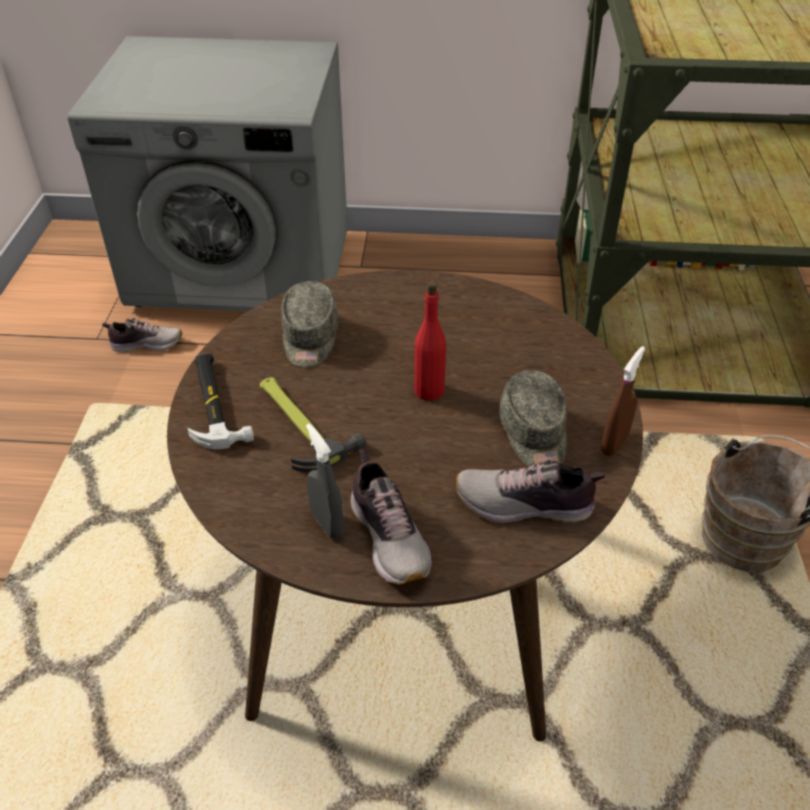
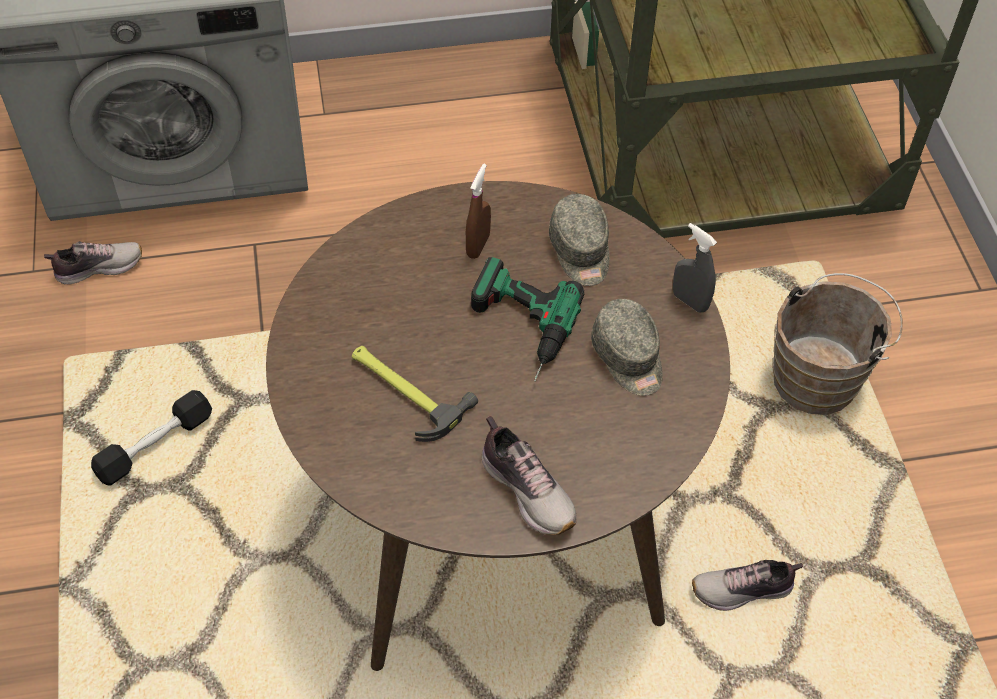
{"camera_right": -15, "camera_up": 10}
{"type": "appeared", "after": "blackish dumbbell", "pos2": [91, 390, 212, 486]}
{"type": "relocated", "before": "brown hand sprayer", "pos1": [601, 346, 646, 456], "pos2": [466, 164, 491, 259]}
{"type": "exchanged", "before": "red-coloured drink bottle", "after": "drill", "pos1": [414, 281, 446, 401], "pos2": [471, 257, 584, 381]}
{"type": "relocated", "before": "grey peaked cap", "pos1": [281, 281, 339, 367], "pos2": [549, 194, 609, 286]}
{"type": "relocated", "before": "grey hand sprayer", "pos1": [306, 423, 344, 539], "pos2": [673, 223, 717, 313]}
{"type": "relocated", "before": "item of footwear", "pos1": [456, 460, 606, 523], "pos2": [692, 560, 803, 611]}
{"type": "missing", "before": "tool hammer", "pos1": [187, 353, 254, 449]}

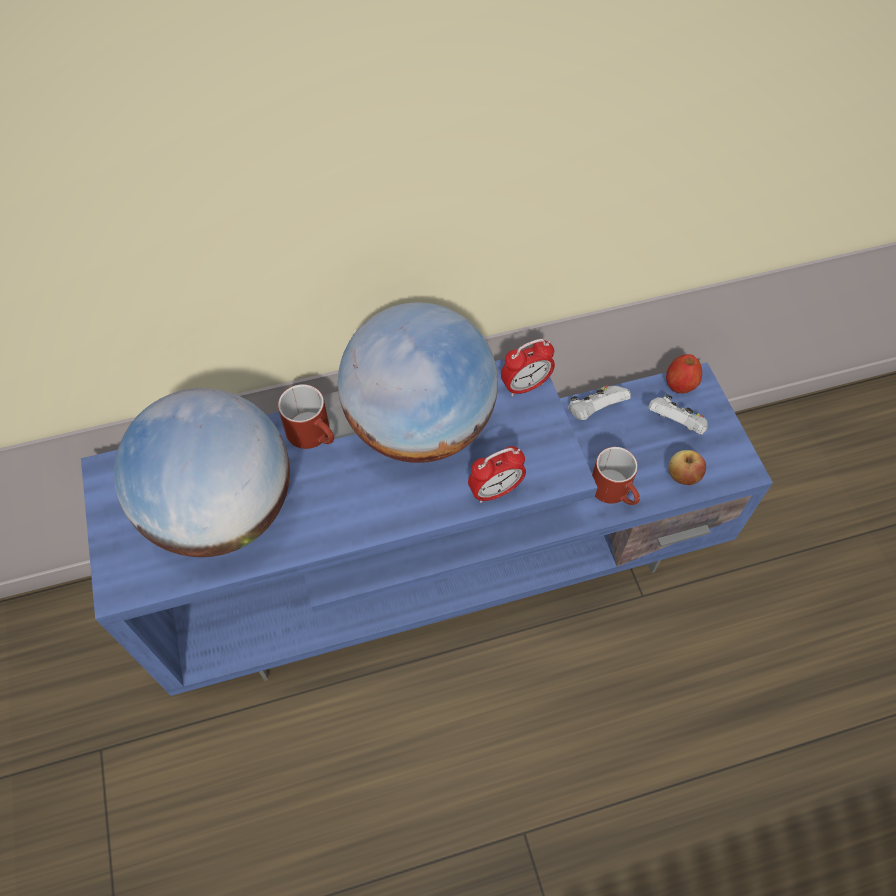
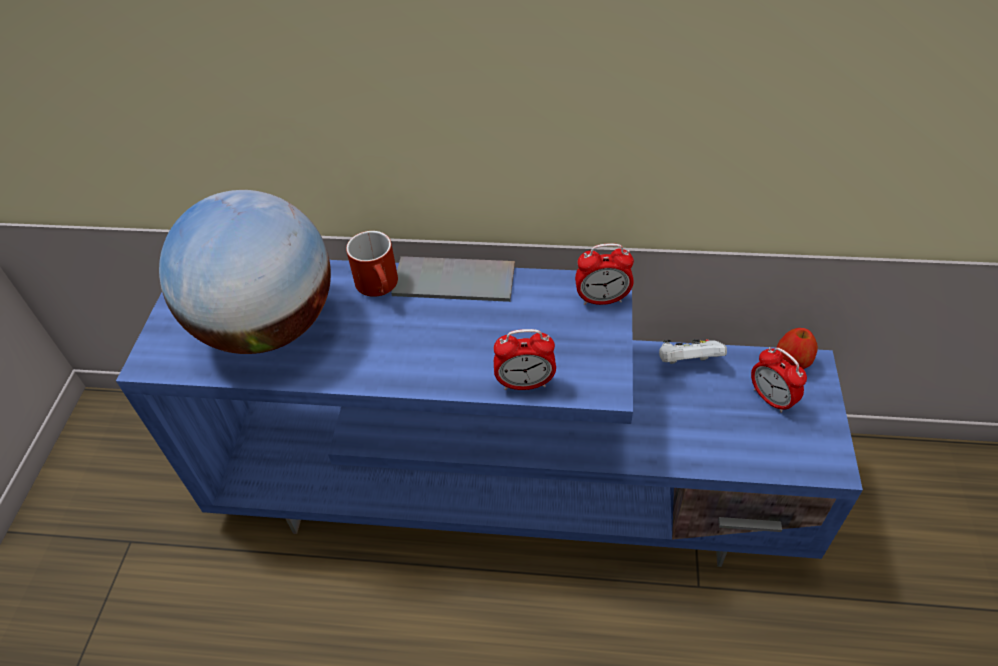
{"camera_right": 25, "camera_up": -10}
{"type": "exchanged", "before": "white joypad", "after": "alarm clock", "pos1": [648, 394, 708, 435], "pos2": [751, 347, 807, 413]}
{"type": "missing", "before": "globe", "pos1": [338, 302, 498, 463]}
{"type": "missing", "before": "red-coloured tea mug", "pos1": [592, 447, 640, 505]}
{"type": "missing", "before": "apple fruit", "pos1": [668, 450, 706, 485]}

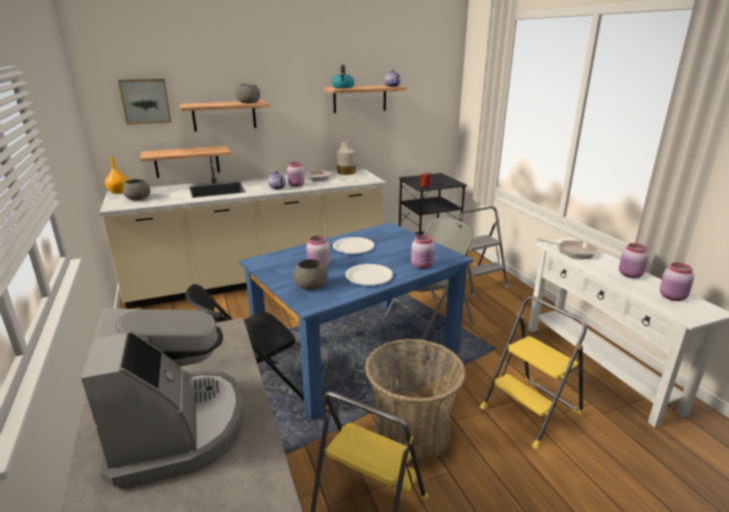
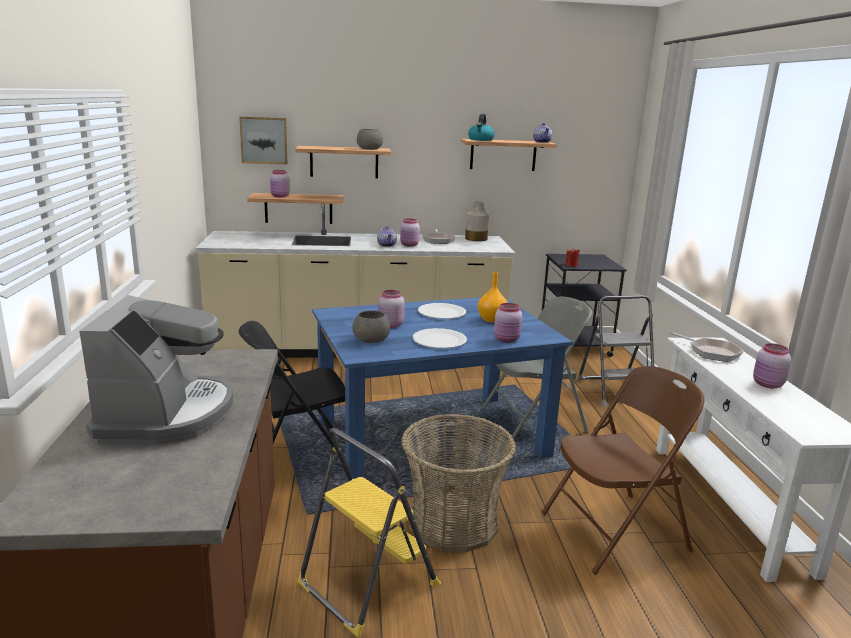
{"camera_right": 15, "camera_up": -5}
{"type": "relocated", "before": "pinkish jar", "pos1": [660, 263, 694, 301], "pos2": [270, 170, 290, 197]}
{"type": "relocated", "before": "orange-coloured vase", "pos1": [105, 157, 128, 194], "pos2": [478, 272, 508, 322]}
{"type": "exchanged", "before": "yellow-coloured step stool", "after": "brown upright chair", "pos1": [480, 296, 587, 449], "pos2": [541, 366, 705, 575]}
{"type": "missing", "before": "grey bowl", "pos1": [123, 179, 150, 200]}

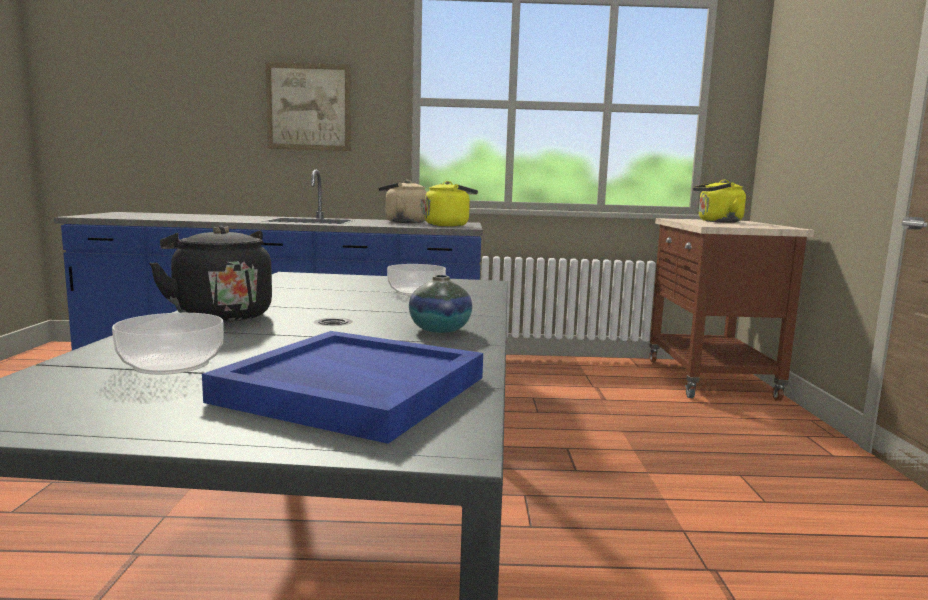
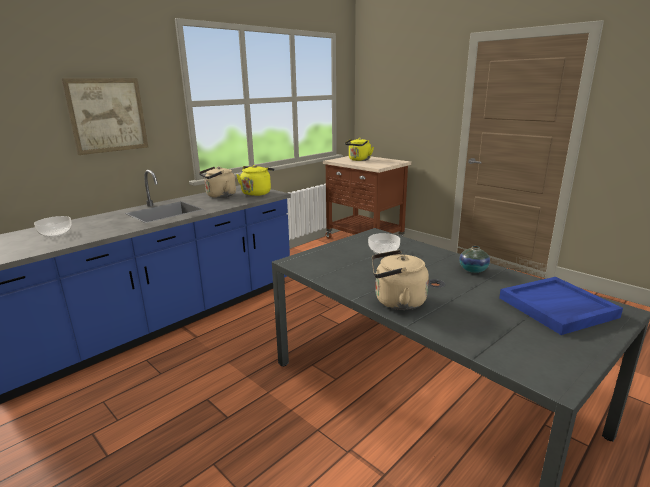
{"camera_right": -45, "camera_up": 10}
{"type": "relocated", "before": "bowl", "pos1": [112, 313, 224, 375], "pos2": [34, 216, 72, 237]}
{"type": "colour", "before": "blackish tea kettle", "after": "beige tea kettle", "pos1": [149, 226, 272, 322], "pos2": [372, 250, 429, 310]}

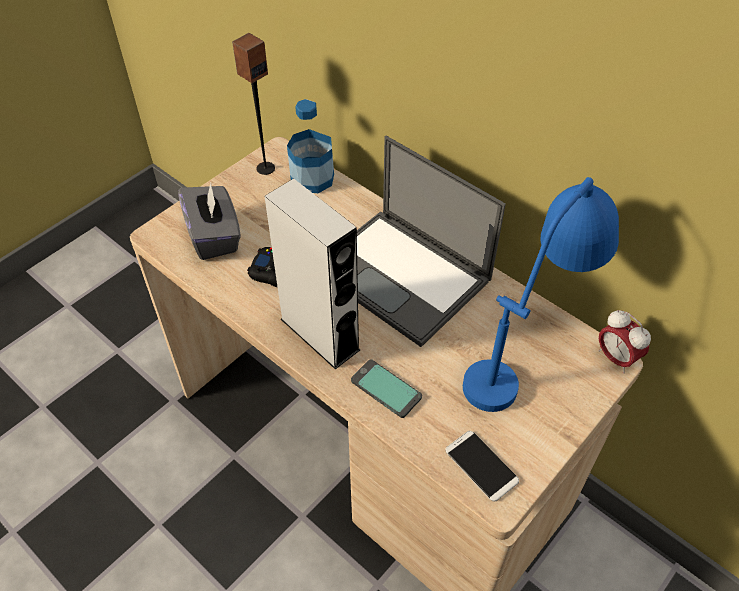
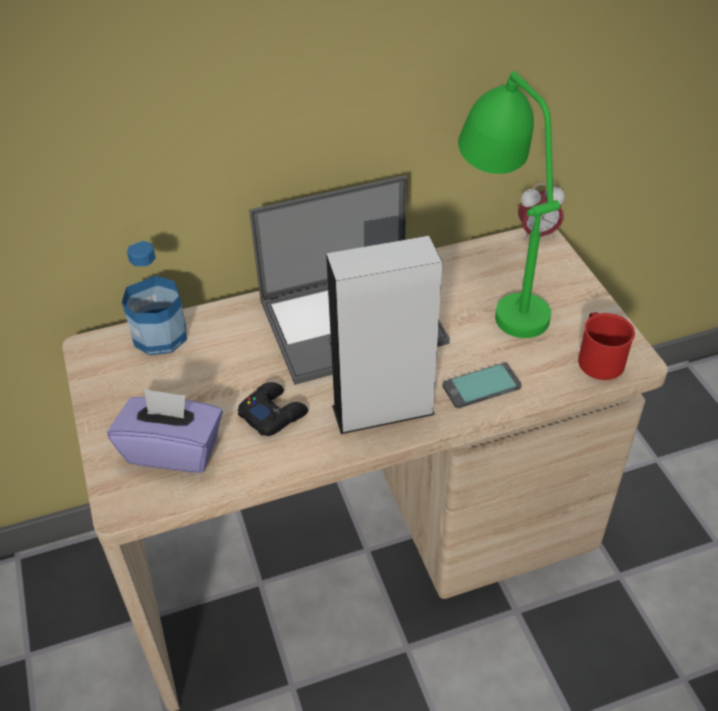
{"camera_right": -60, "camera_up": -5}
{"type": "colour", "before": "grey tissue box", "after": "purple tissue box", "pos1": [178, 183, 241, 260], "pos2": [107, 388, 223, 473]}
{"type": "colour", "before": "blue-coloured tabletop lamp", "after": "green-coloured tabletop lamp", "pos1": [463, 177, 619, 412], "pos2": [458, 71, 560, 338]}
{"type": "exchanged", "before": "phone", "after": "red-coloured tea mug", "pos1": [445, 431, 519, 502], "pos2": [578, 312, 635, 380]}
{"type": "missing", "before": "speaker", "pos1": [232, 33, 275, 175]}

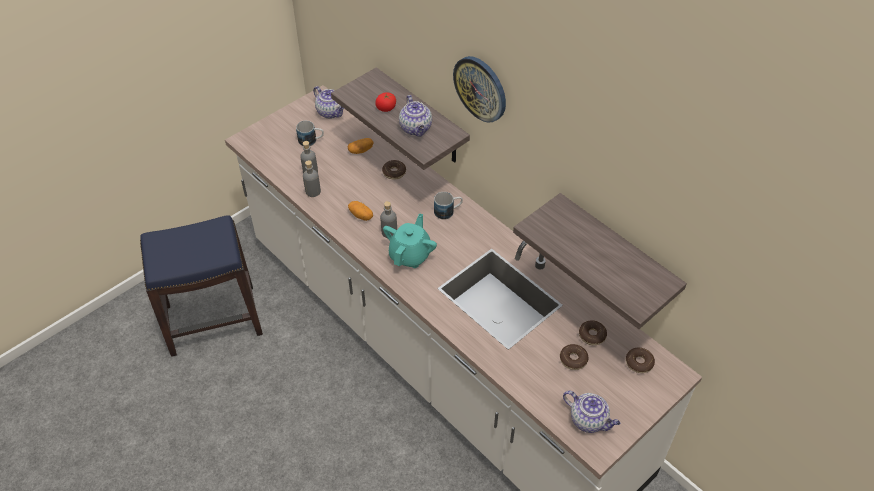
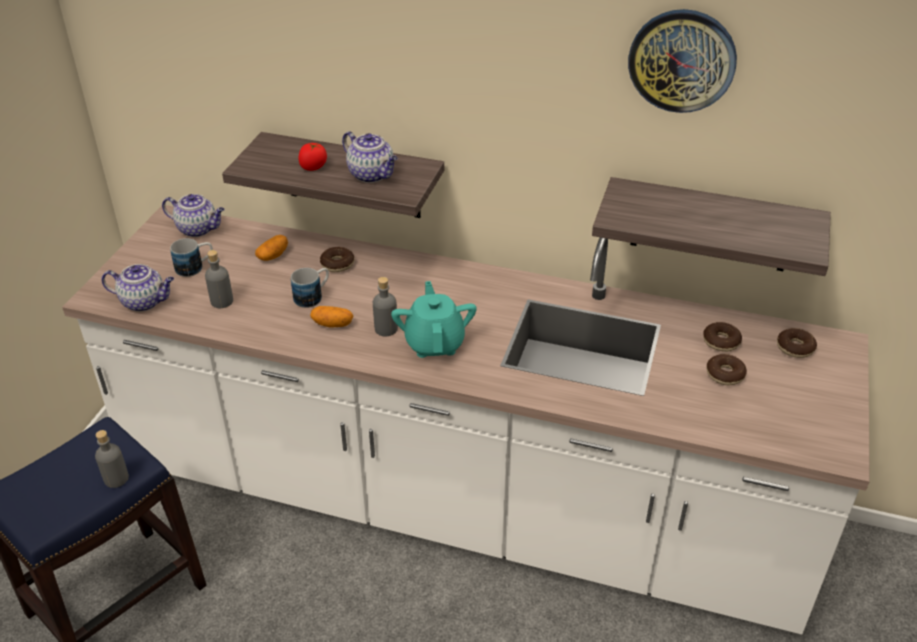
{"camera_right": -30, "camera_up": -10}
{"type": "relocated", "before": "grey drink bottle", "pos1": [303, 160, 321, 197], "pos2": [95, 430, 129, 488]}
{"type": "relocated", "before": "tea pot", "pos1": [563, 391, 620, 433], "pos2": [101, 264, 174, 312]}
{"type": "relocated", "before": "tea mug", "pos1": [434, 192, 463, 220], "pos2": [291, 268, 329, 308]}
{"type": "relocated", "before": "wall clock", "pos1": [453, 56, 506, 123], "pos2": [628, 9, 737, 113]}

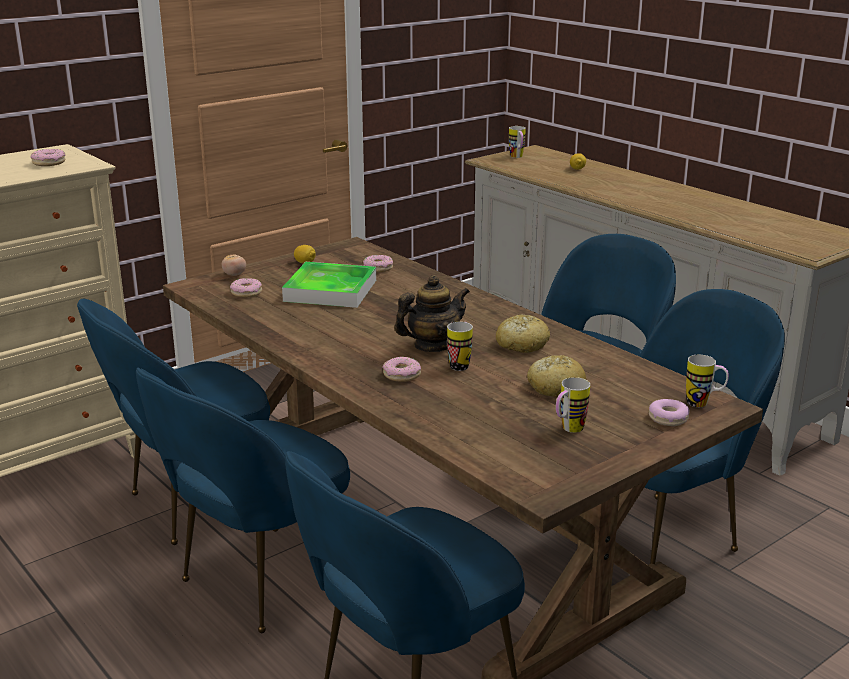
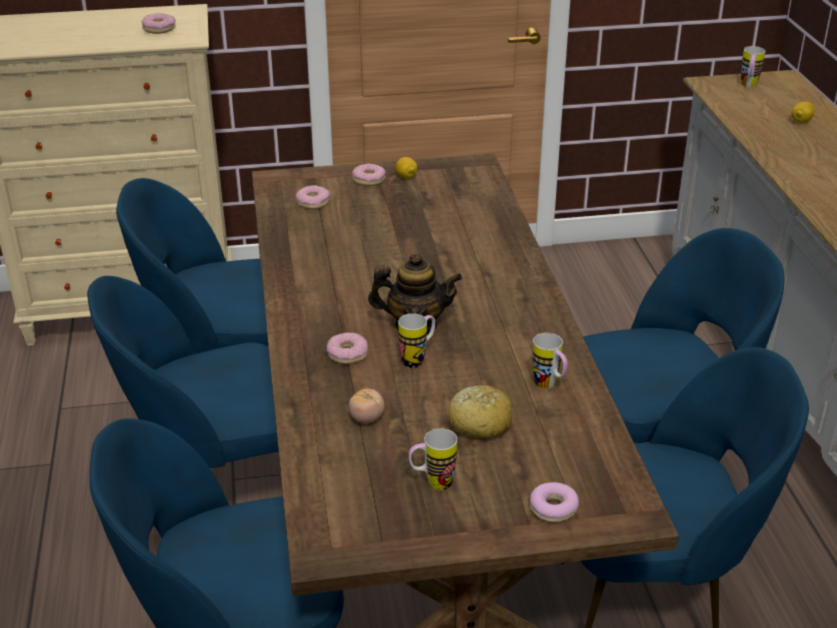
{"camera_right": 30, "camera_up": 10}
{"type": "relocated", "before": "fresh tomato", "pos1": [222, 254, 246, 276], "pos2": [349, 389, 385, 423]}
{"type": "relocated", "before": "donut", "pos1": [363, 255, 393, 273], "pos2": [352, 164, 386, 186]}
{"type": "relocated", "before": "tea mug", "pos1": [686, 355, 729, 407], "pos2": [532, 333, 567, 389]}
{"type": "missing", "before": "carrying tray", "pos1": [282, 262, 376, 308]}
{"type": "missing", "before": "bakery bread", "pos1": [496, 315, 550, 353]}

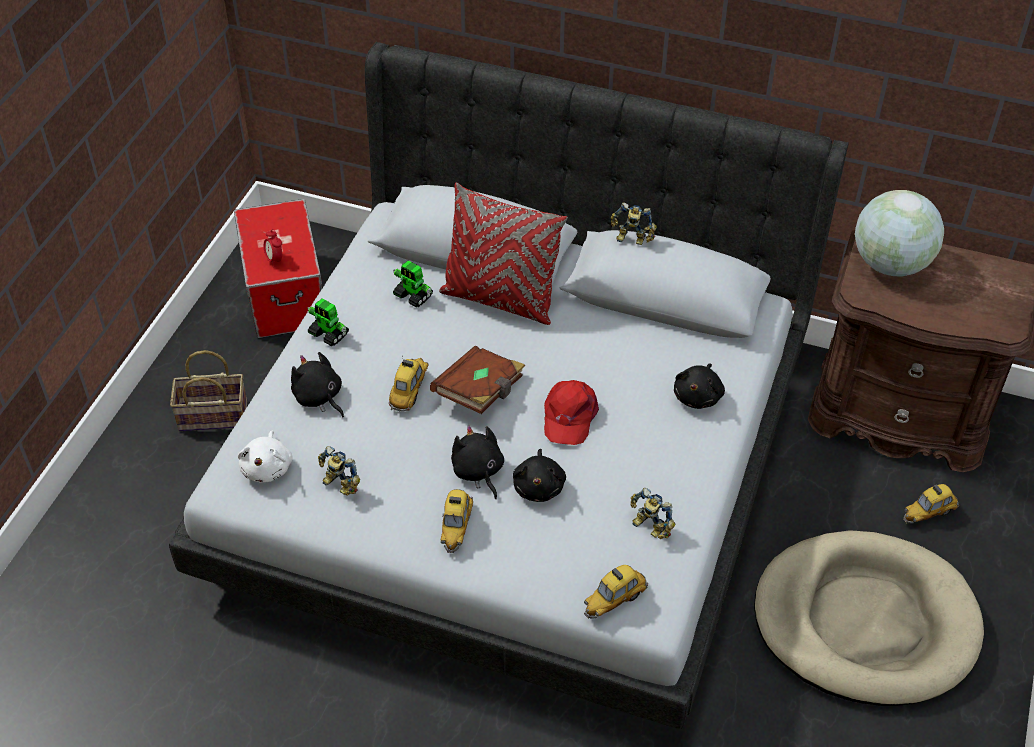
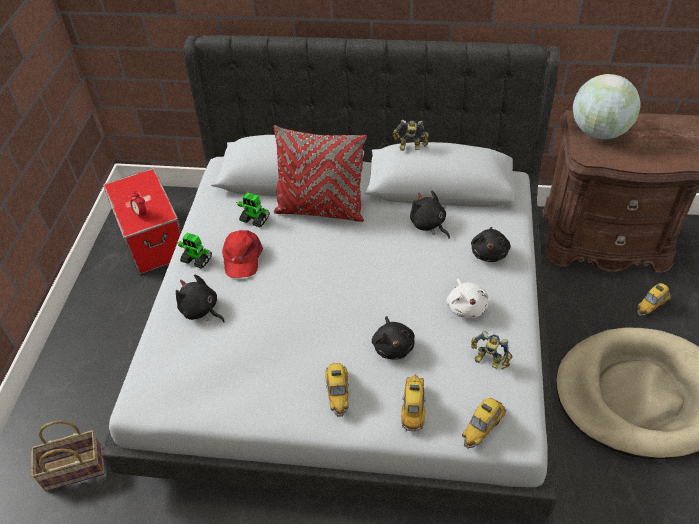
{"camera_right": -10, "camera_up": 0}
{"type": "relocated", "before": "storage basket", "pos1": [170, 350, 247, 431], "pos2": [31, 421, 105, 491]}
{"type": "relocated", "before": "red-coloured peaked cap", "pos1": [544, 380, 599, 445], "pos2": [222, 230, 263, 278]}
{"type": "relocated", "before": "miniature car", "pos1": [389, 355, 428, 411], "pos2": [401, 375, 426, 432]}
{"type": "relocated", "before": "blackish plush toy", "pos1": [451, 425, 504, 499], "pos2": [410, 190, 450, 239]}
{"type": "relocated", "before": "white plush toy", "pos1": [238, 431, 293, 483], "pos2": [447, 279, 489, 318]}
{"type": "missing", "before": "toy robot", "pos1": [318, 446, 360, 496]}
{"type": "missing", "before": "brown volume", "pos1": [430, 346, 526, 414]}

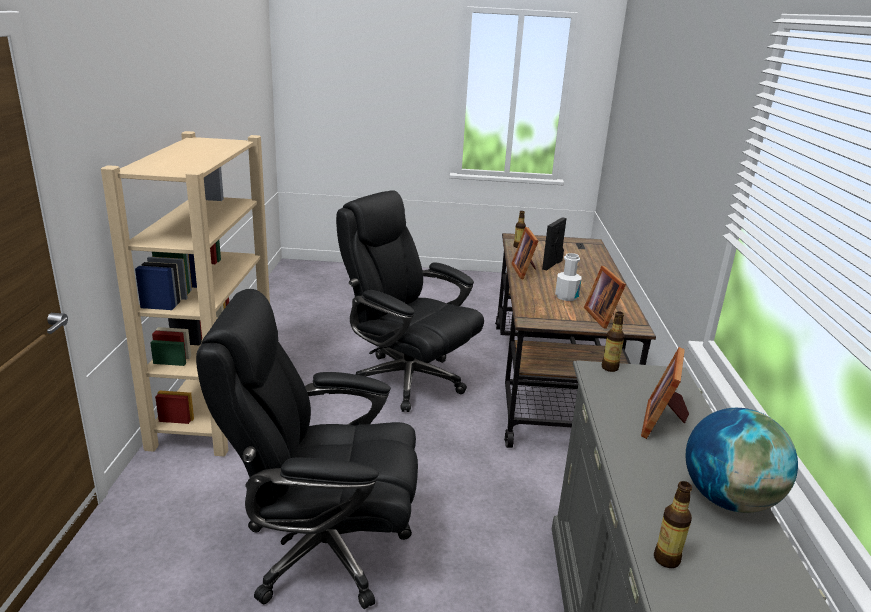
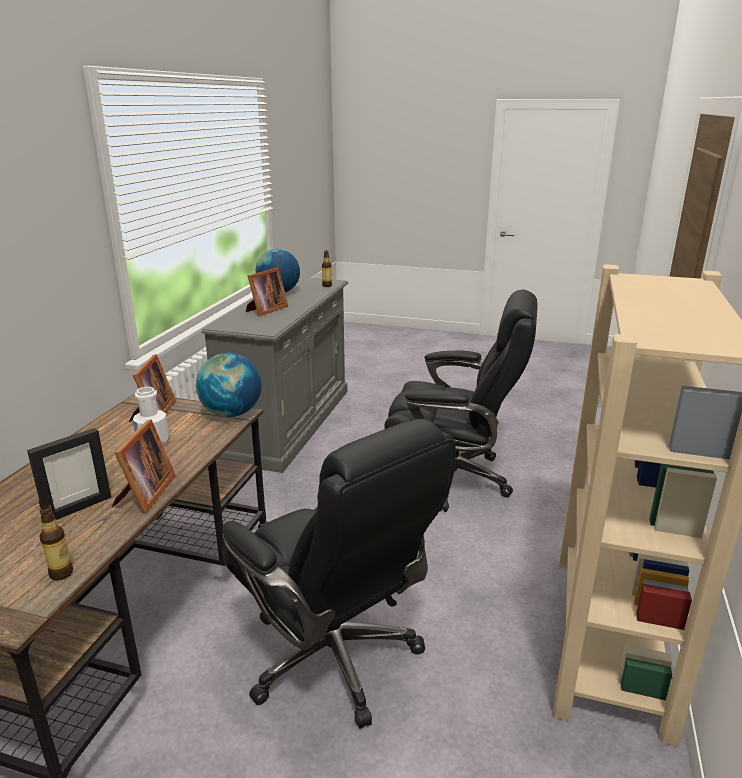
{"camera_right": -165, "camera_up": 0}
{"type": "appeared", "after": "globe", "pos2": [196, 353, 262, 417]}
{"type": "missing", "before": "drink bottle", "pos1": [602, 311, 625, 372]}

